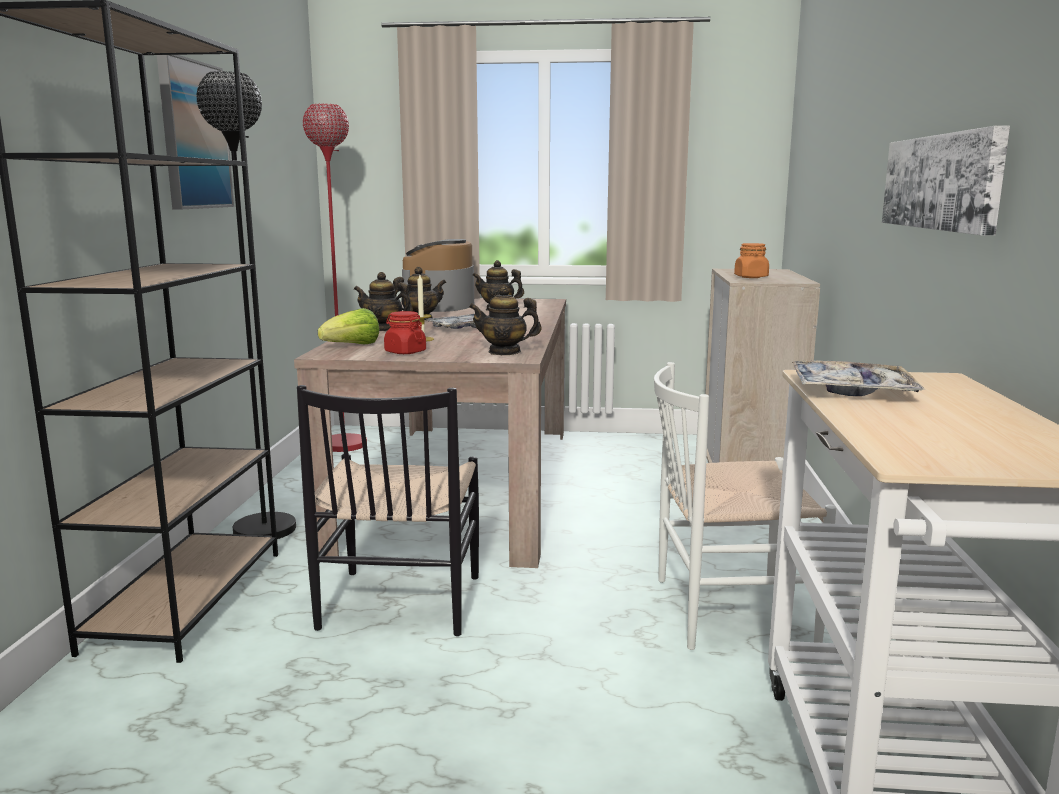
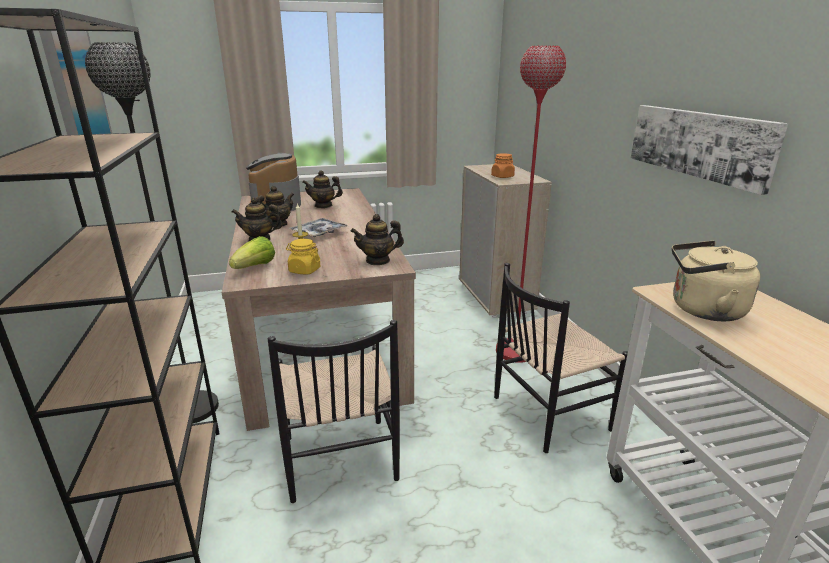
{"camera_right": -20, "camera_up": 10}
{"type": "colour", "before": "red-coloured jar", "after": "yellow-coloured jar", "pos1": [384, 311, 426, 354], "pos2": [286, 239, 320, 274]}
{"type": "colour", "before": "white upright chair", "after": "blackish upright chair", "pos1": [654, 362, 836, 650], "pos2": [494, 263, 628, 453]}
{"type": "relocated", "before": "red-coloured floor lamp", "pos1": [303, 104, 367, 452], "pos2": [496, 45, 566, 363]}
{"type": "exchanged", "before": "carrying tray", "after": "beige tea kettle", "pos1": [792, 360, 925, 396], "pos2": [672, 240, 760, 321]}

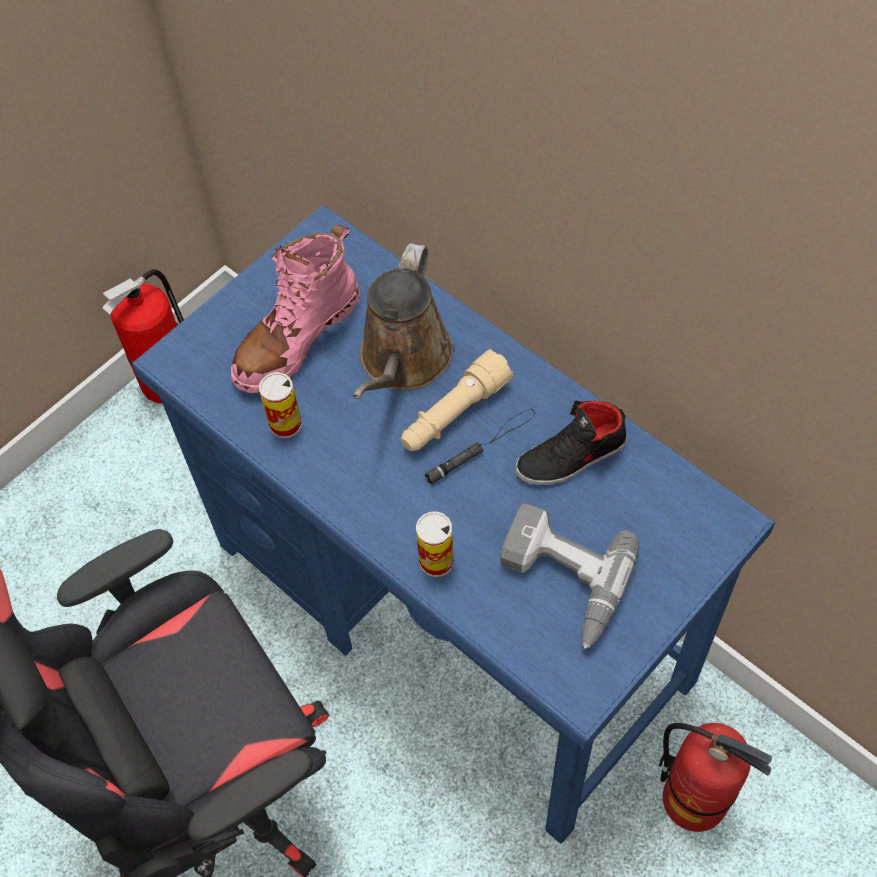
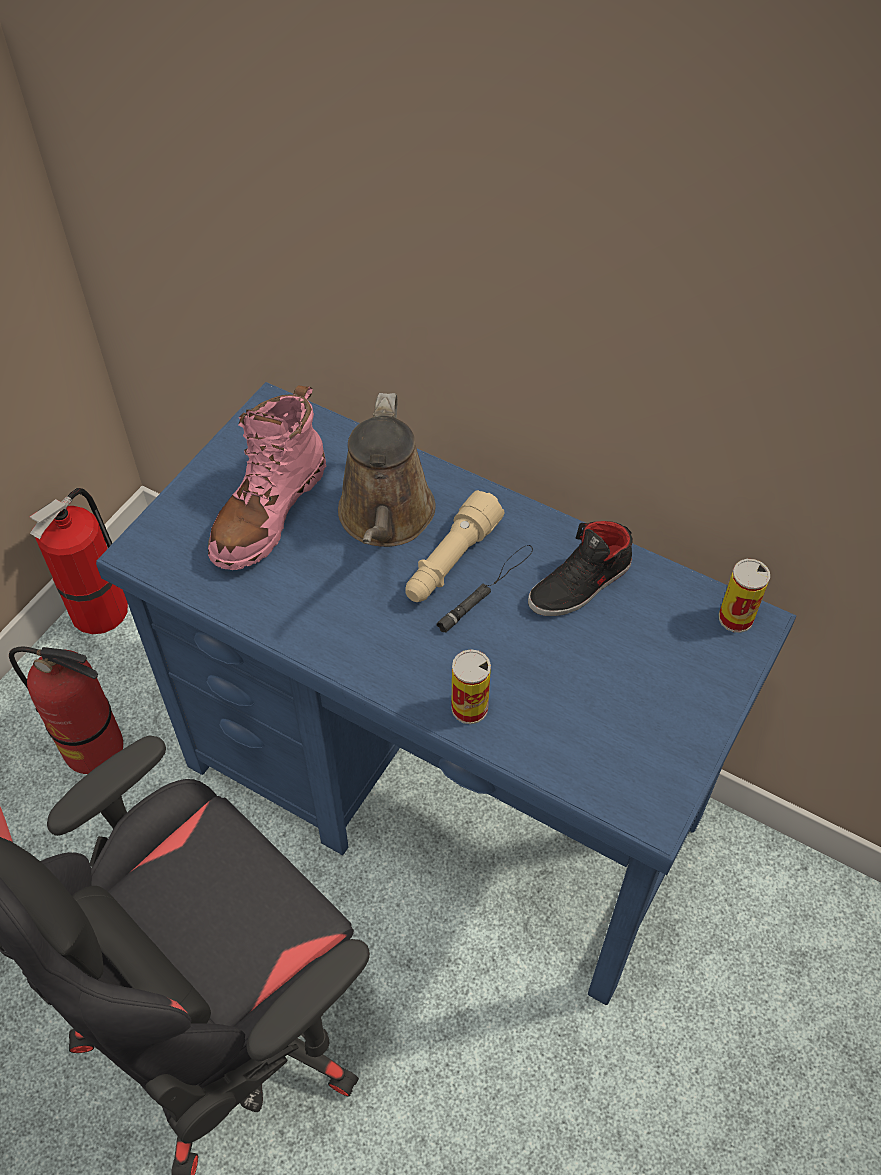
{"camera_right": -15, "camera_up": -5}
{"type": "relocated", "before": "fire extinguisher", "pos1": [659, 723, 772, 832], "pos2": [9, 647, 123, 774]}
{"type": "relocated", "before": "metal can", "pos1": [259, 372, 302, 438], "pos2": [719, 559, 770, 633]}
{"type": "missing", "before": "drill", "pos1": [500, 503, 639, 649]}

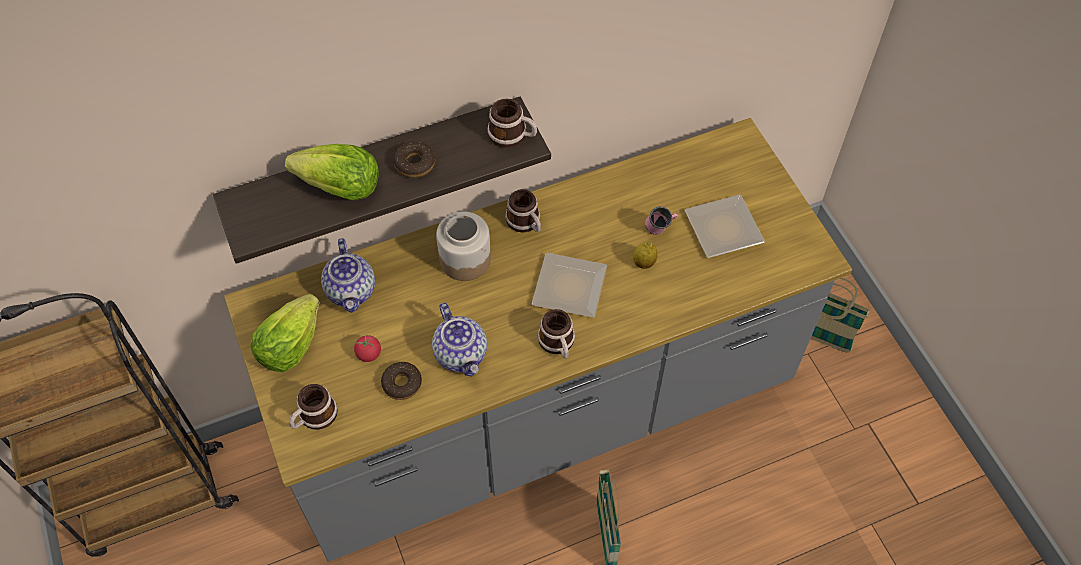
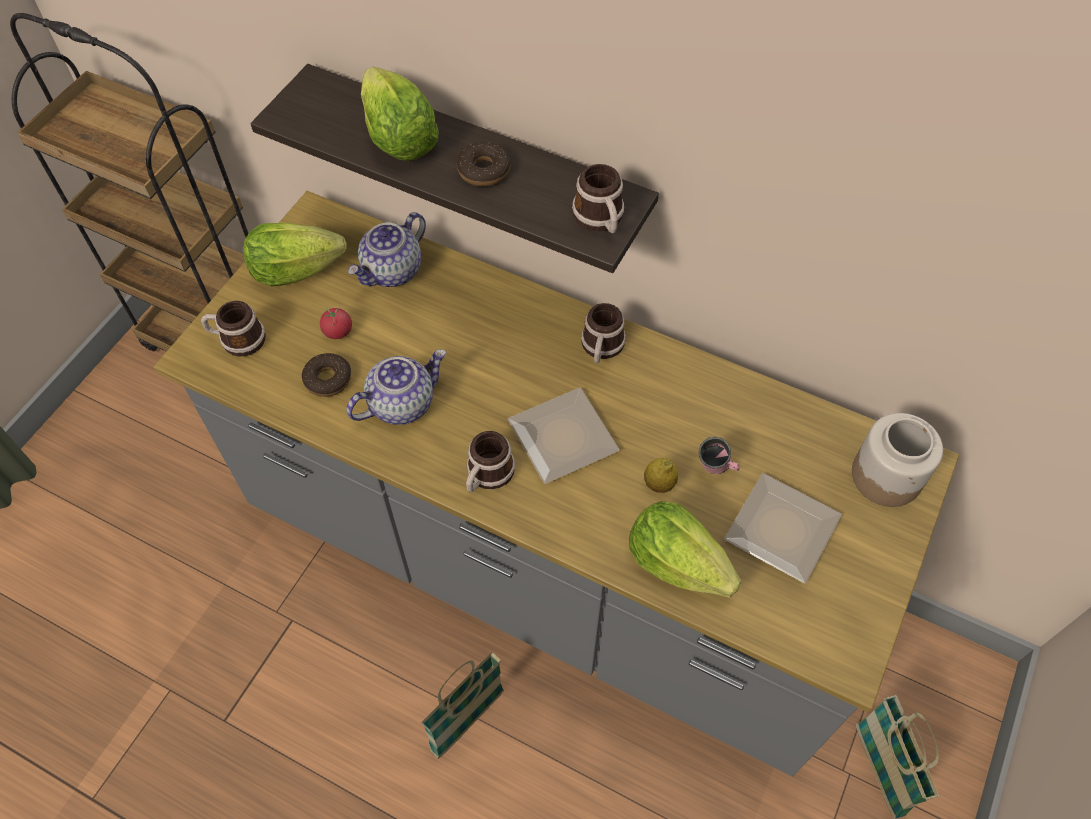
{"camera_right": 50, "camera_up": 0}
{"type": "spun", "before": "tea pot", "pos1": [432, 303, 487, 377], "pos2": [346, 349, 446, 425], "turn": -150}
{"type": "appeared", "after": "lettuce head", "pos2": [629, 501, 741, 598]}
{"type": "relocated", "before": "jar", "pos1": [436, 211, 491, 281], "pos2": [852, 413, 943, 507]}

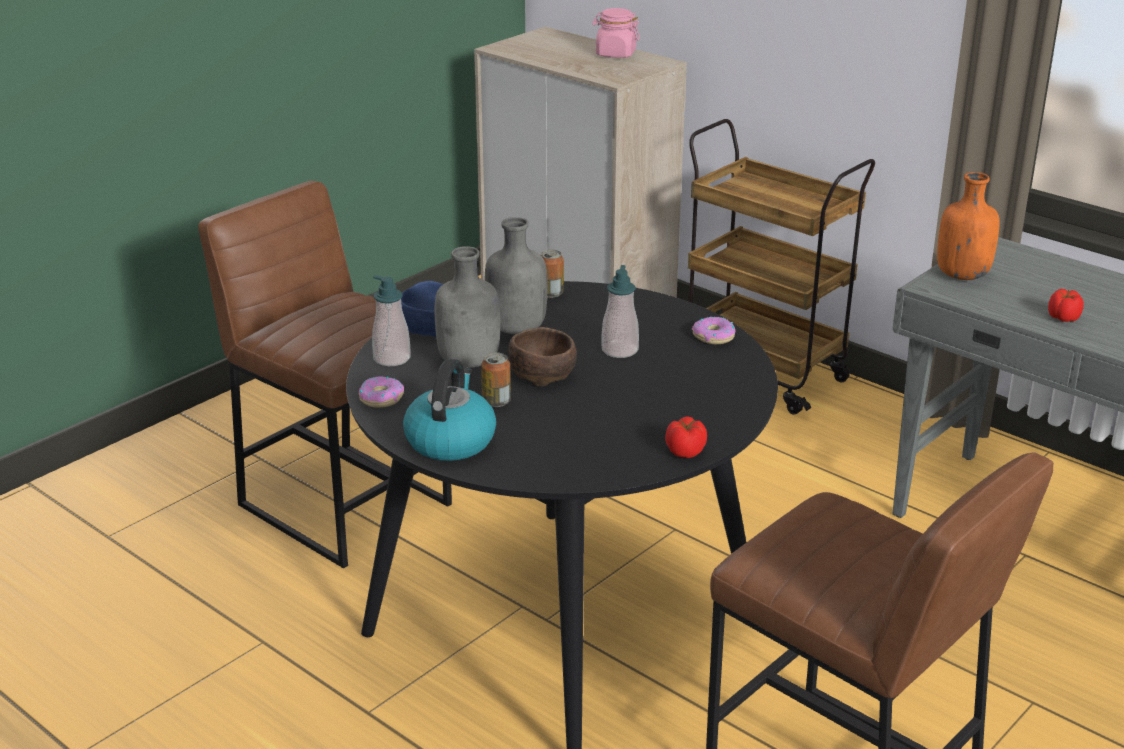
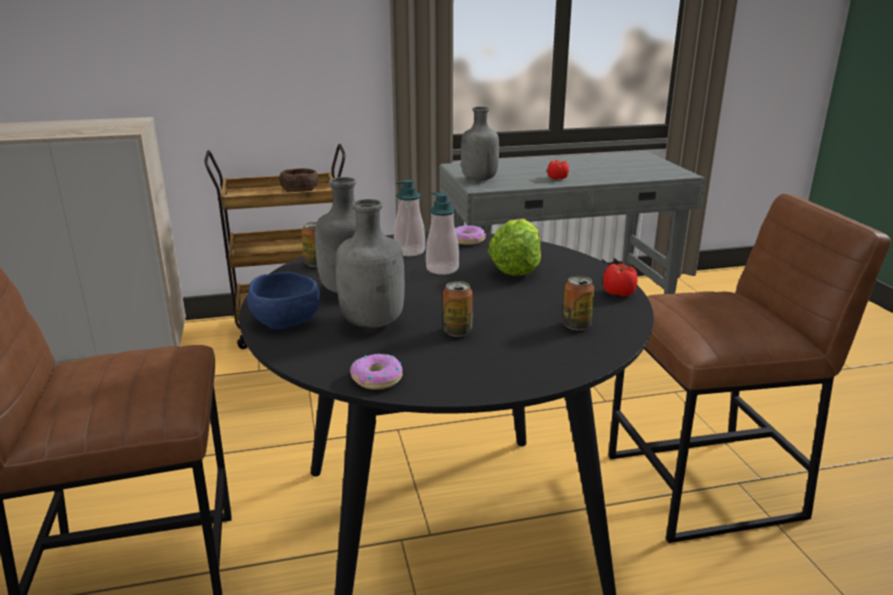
{"camera_right": -55, "camera_up": -5}
{"type": "relocated", "before": "brown bowl", "pos1": [508, 327, 577, 386], "pos2": [279, 168, 318, 192]}
{"type": "relocated", "before": "liquid soap bottle", "pos1": [372, 275, 411, 366], "pos2": [394, 180, 425, 256]}
{"type": "colour", "before": "orange-coloured drink bottle", "after": "grey drink bottle", "pos1": [937, 172, 1000, 280], "pos2": [461, 107, 499, 181]}
{"type": "appeared", "after": "lettuce head", "pos2": [488, 219, 541, 276]}
{"type": "appeared", "after": "metal can", "pos2": [563, 276, 594, 330]}
{"type": "missing", "before": "tea kettle", "pos1": [403, 359, 496, 461]}
{"type": "missing", "before": "pinkish jar", "pos1": [592, 8, 640, 58]}

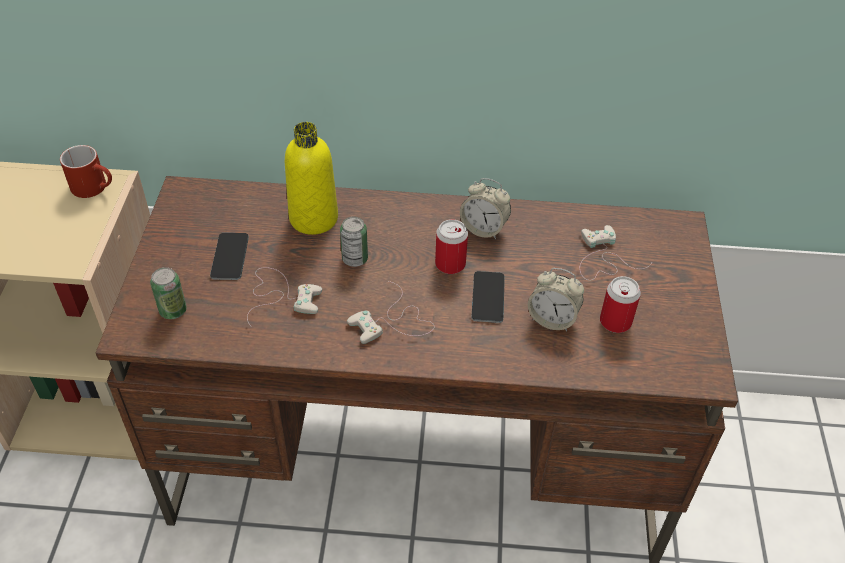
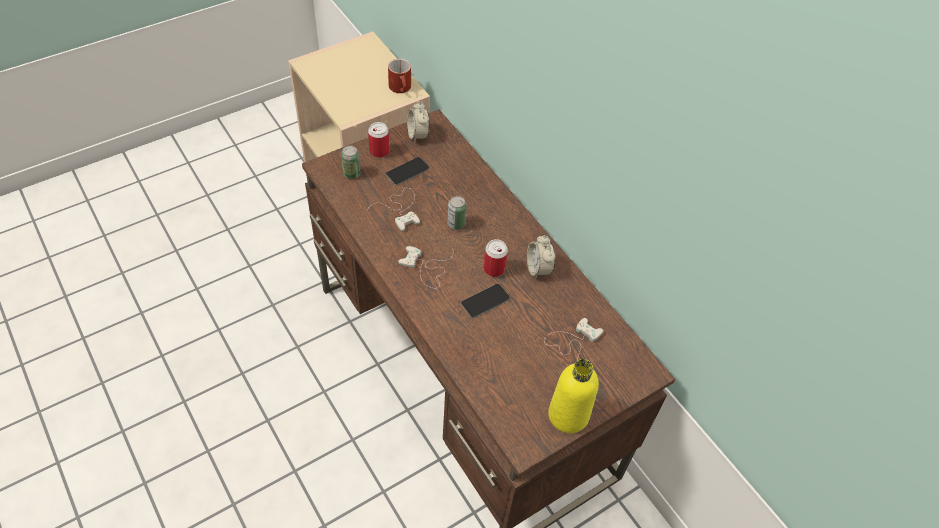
{"camera_right": 50, "camera_up": 5}
{"type": "relocated", "before": "metal can", "pos1": [600, 276, 641, 333], "pos2": [368, 122, 389, 158]}
{"type": "relocated", "before": "alarm clock", "pos1": [528, 268, 584, 331], "pos2": [407, 102, 430, 143]}
{"type": "relocated", "before": "yellow-coloured drink bottle", "pos1": [285, 122, 338, 235], "pos2": [548, 359, 599, 433]}

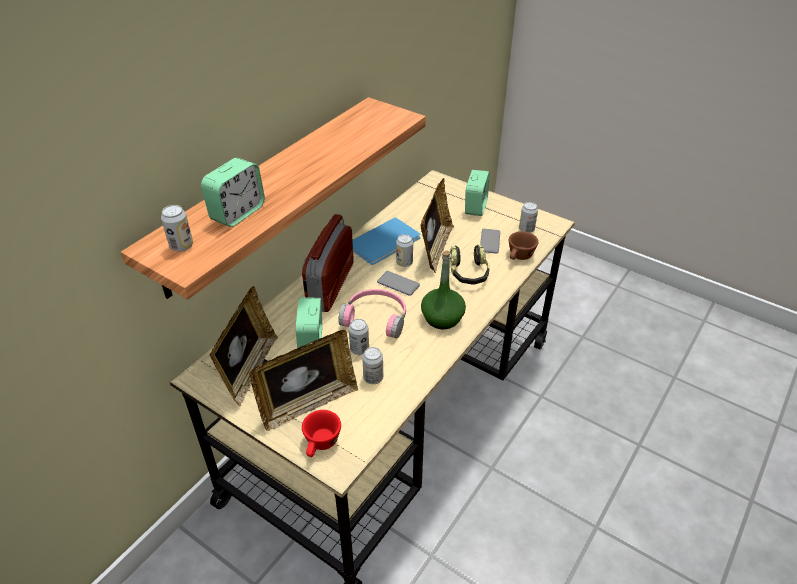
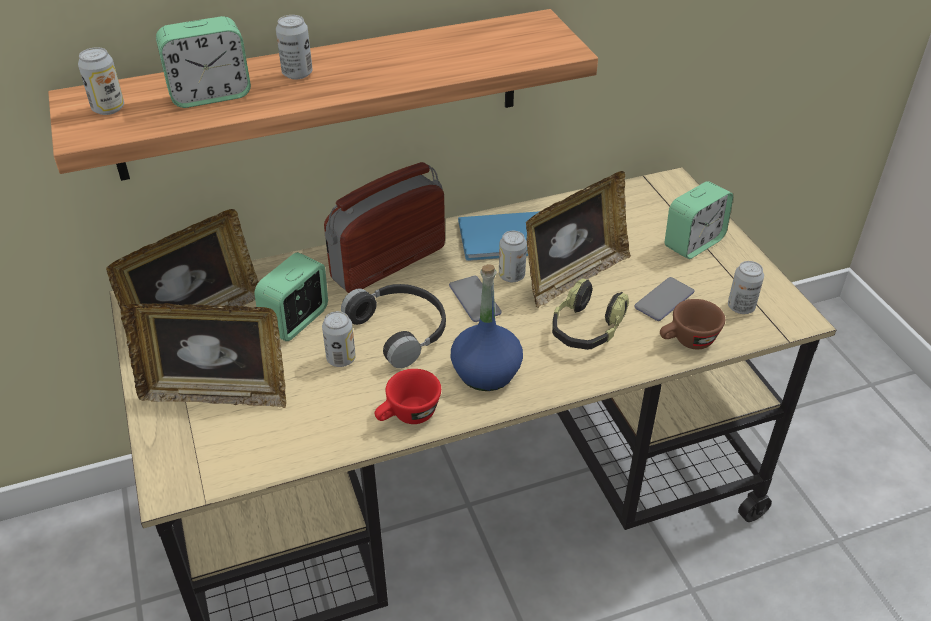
{"camera_right": 35, "camera_up": 0}
{"type": "relocated", "before": "metal can", "pos1": [362, 347, 383, 384], "pos2": [276, 15, 313, 80]}
{"type": "colour", "before": "pinkish headset", "after": "blackish headset", "pos1": [339, 289, 406, 338], "pos2": [341, 284, 446, 368]}
{"type": "relocated", "before": "red-coloured small cup", "pos1": [302, 410, 341, 457], "pos2": [375, 369, 441, 424]}
{"type": "colour", "before": "green-coloured drink bottle", "after": "blue-coloured drink bottle", "pos1": [421, 251, 466, 329], "pos2": [451, 264, 523, 391]}

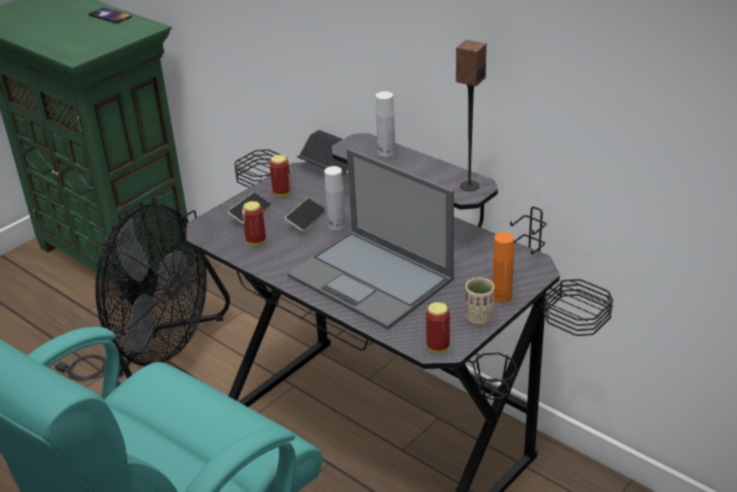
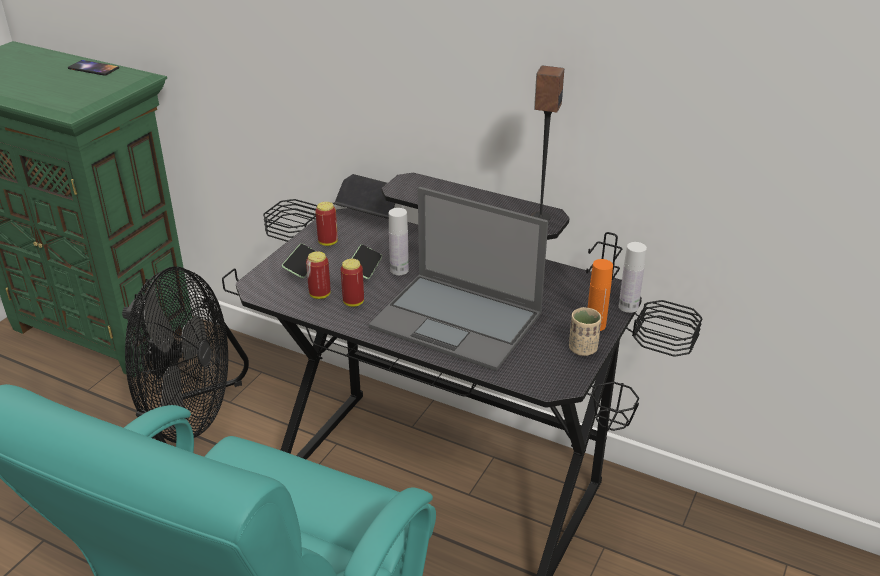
{"camera_right": -15, "camera_up": 0}
{"type": "relocated", "before": "metal can", "pos1": [426, 302, 450, 353], "pos2": [341, 259, 364, 307]}
{"type": "relocated", "before": "white drink bottle", "pos1": [376, 91, 395, 157], "pos2": [619, 242, 647, 313]}

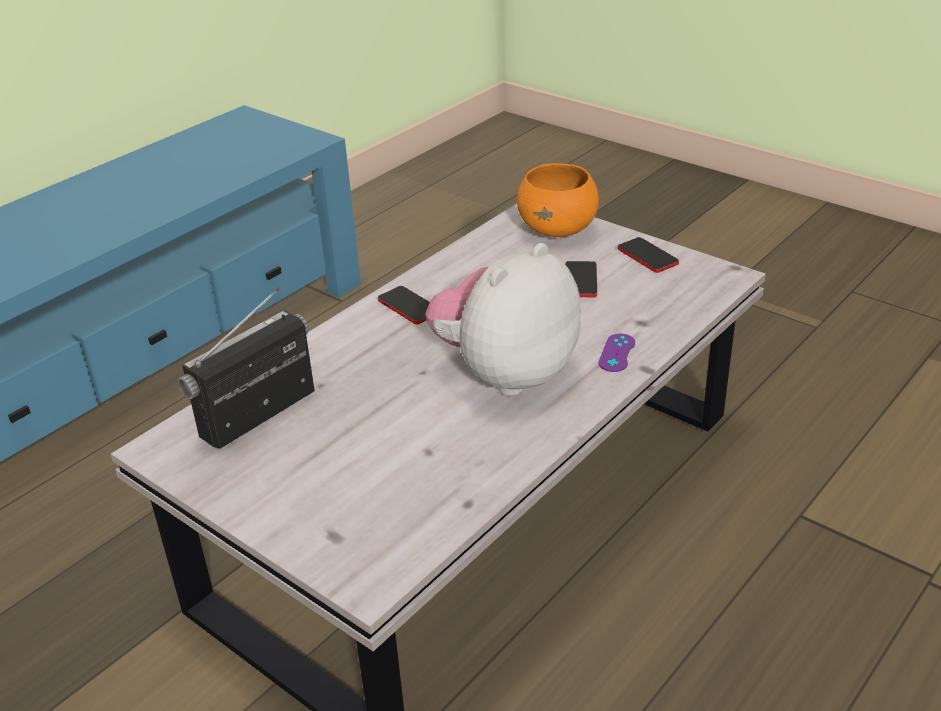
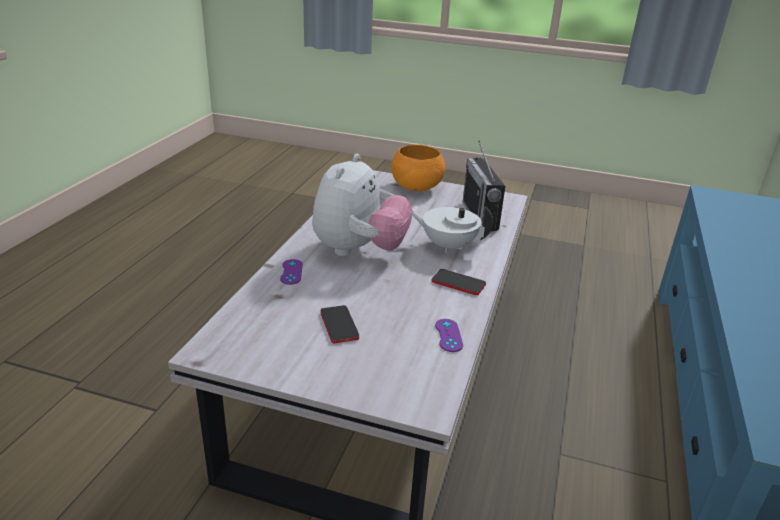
{"camera_right": 155, "camera_up": -5}
{"type": "relocated", "before": "orange-coloured bowl", "pos1": [517, 163, 599, 237], "pos2": [391, 144, 445, 191]}
{"type": "appeared", "after": "white tea pot", "pos2": [412, 206, 493, 253]}
{"type": "appeared", "after": "purple joypad", "pos2": [435, 319, 463, 352]}
{"type": "spun", "before": "radio", "pos1": [178, 288, 315, 448], "pos2": [463, 141, 505, 231], "turn": 150}
{"type": "missing", "before": "phone", "pos1": [618, 237, 679, 273]}

